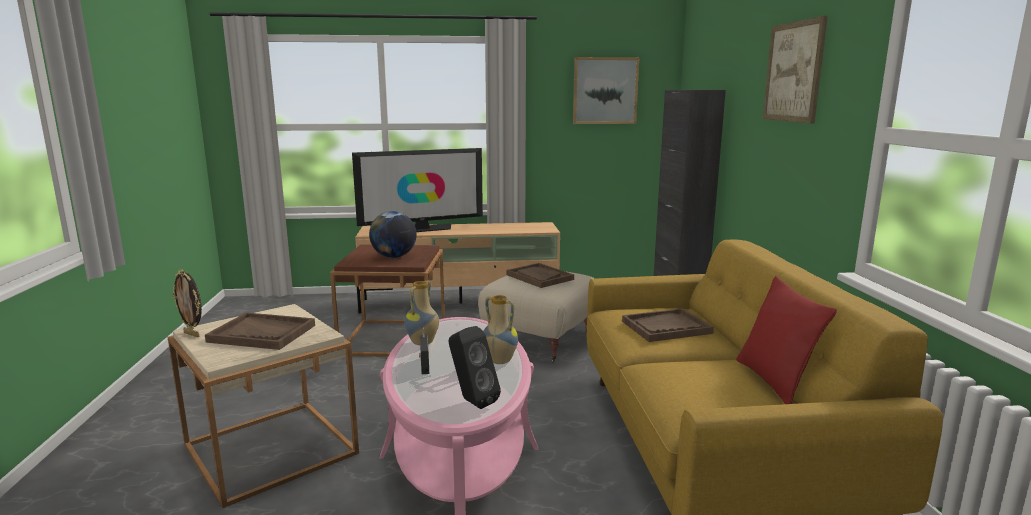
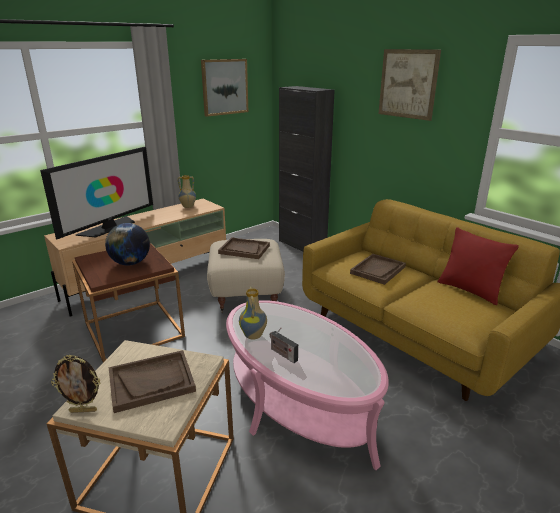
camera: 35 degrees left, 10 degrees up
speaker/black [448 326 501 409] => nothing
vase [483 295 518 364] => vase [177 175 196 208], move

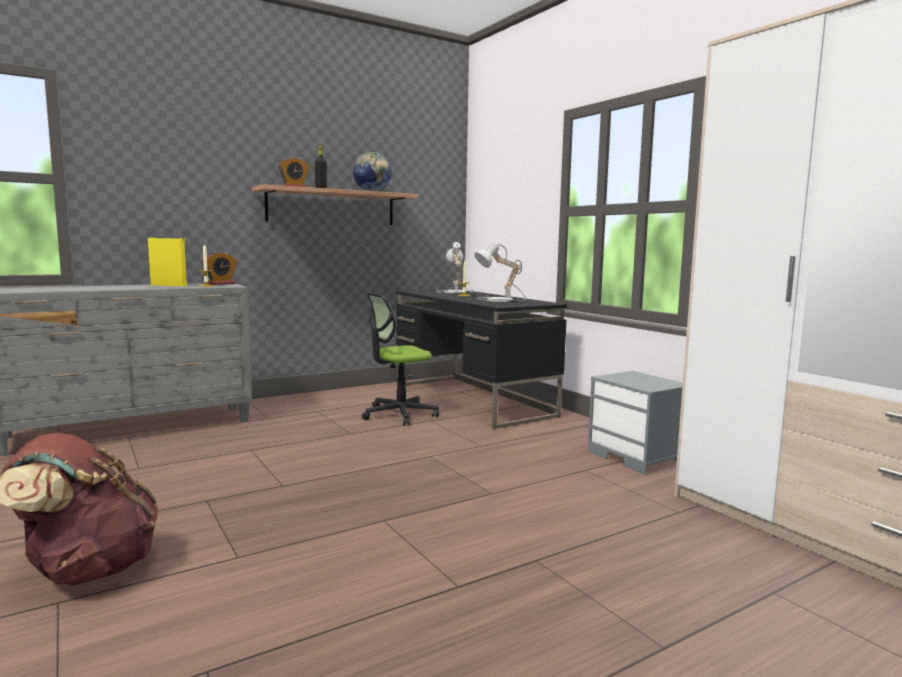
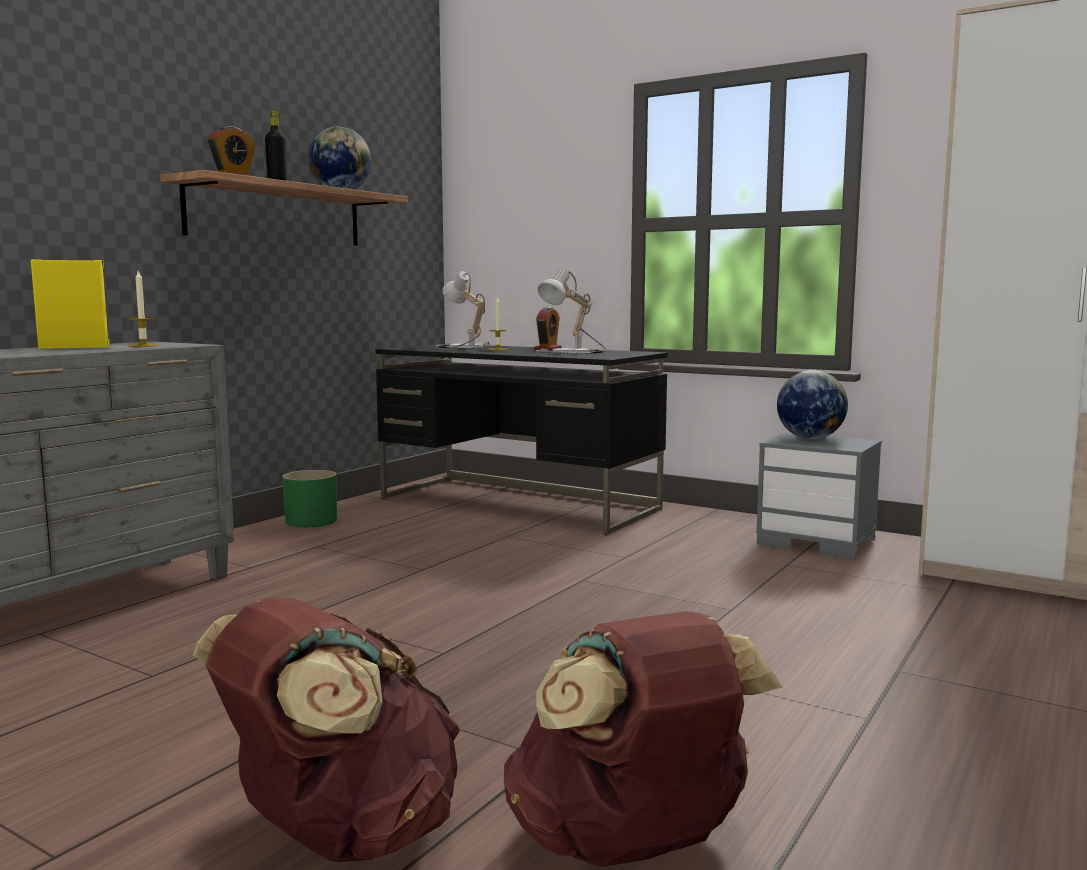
camera: 25 degrees left, 0 degrees up
office chair [362 293 439 426] => nothing
nothing => planter/green [282 470 337 527]
nothing => backpack/brown [504 611 783 867]
nothing => globe [777 370 848 439]
alarm clock [203 252 237 285] => alarm clock [534 307 562 350], move

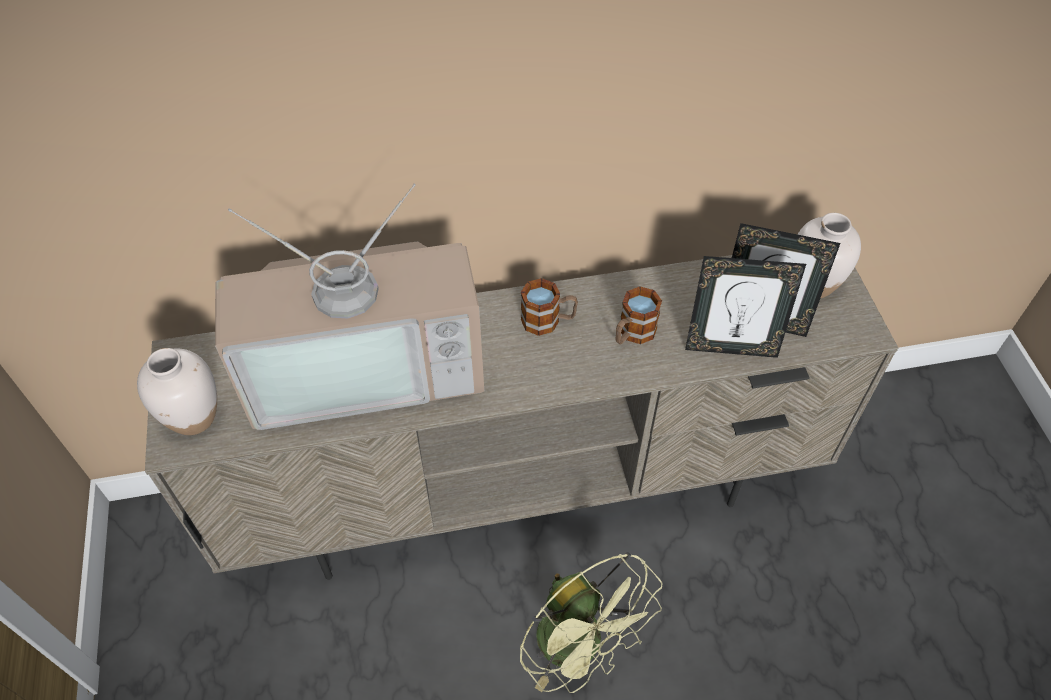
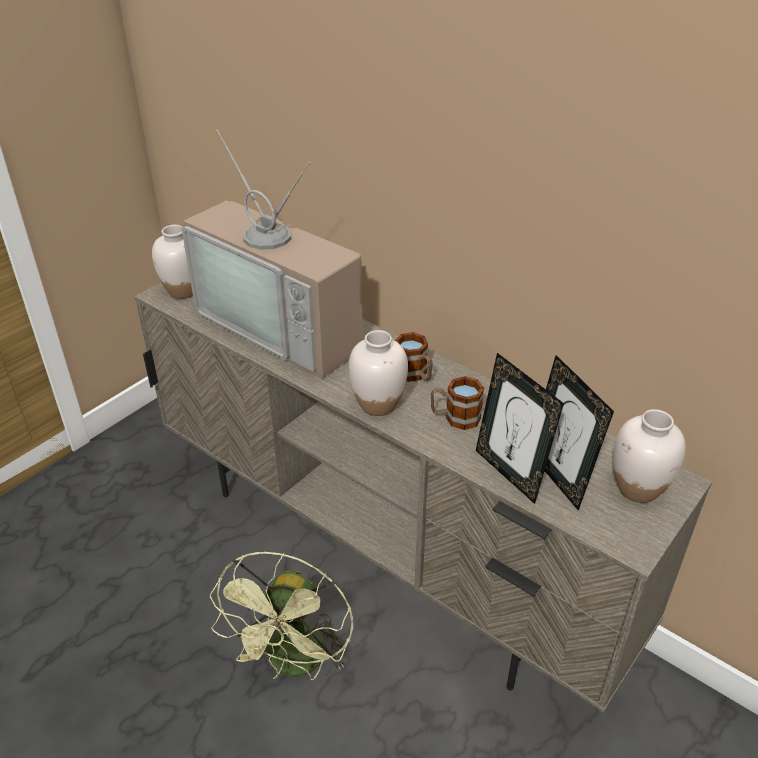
camera: 50 degrees right, 15 degrees down
nothing => vase/white [349 330 408 416]

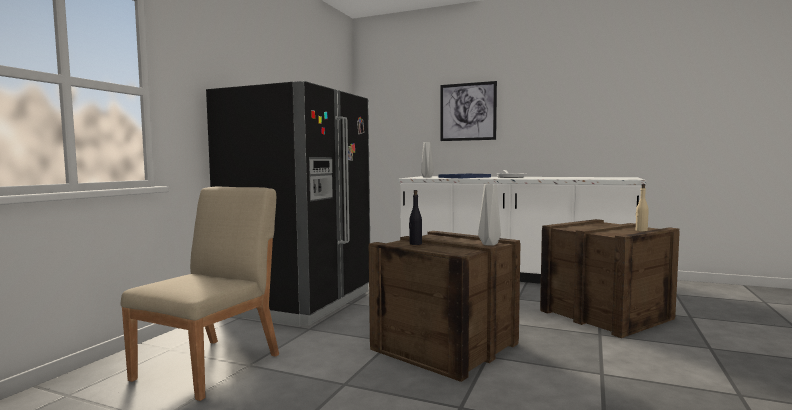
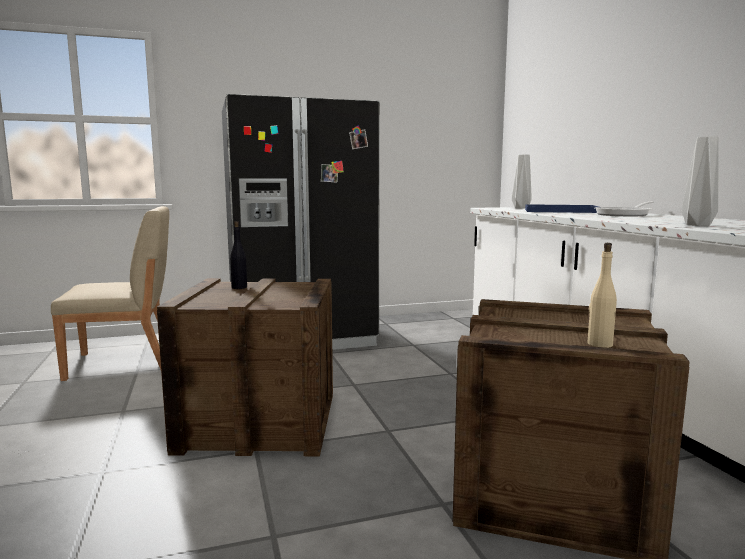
camera: 50 degrees right, 5 degrees up
picture [440 81 497 141] => nothing
vase/grey [478 184 501 246] => vase/grey [681 136 718 226], move

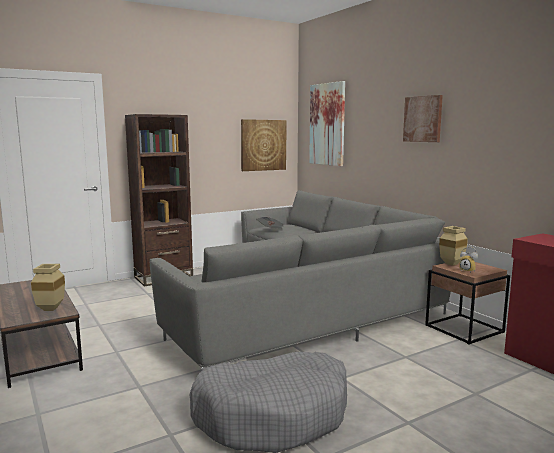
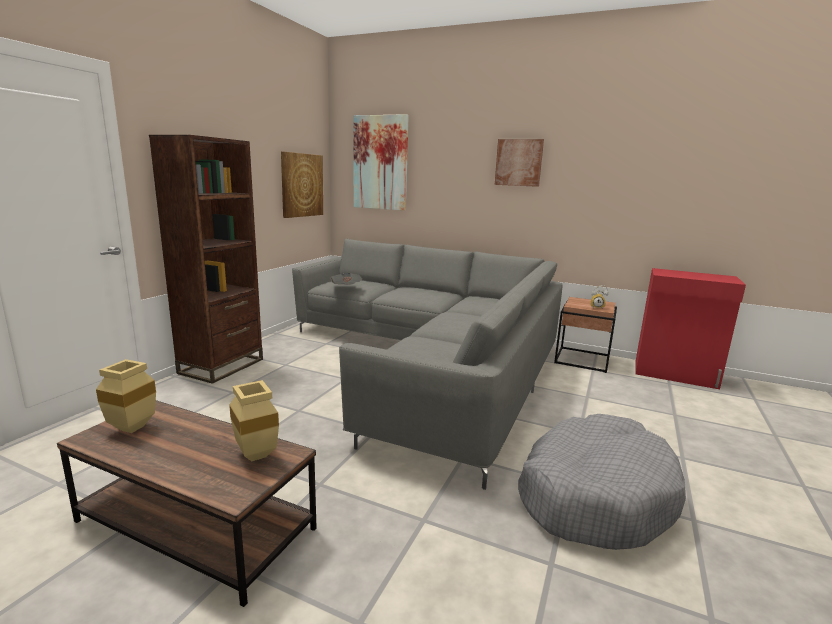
camera: 35 degrees left, 5 degrees up
vase/beige [439 226 468 266] => vase/beige [96 359 156 433], move

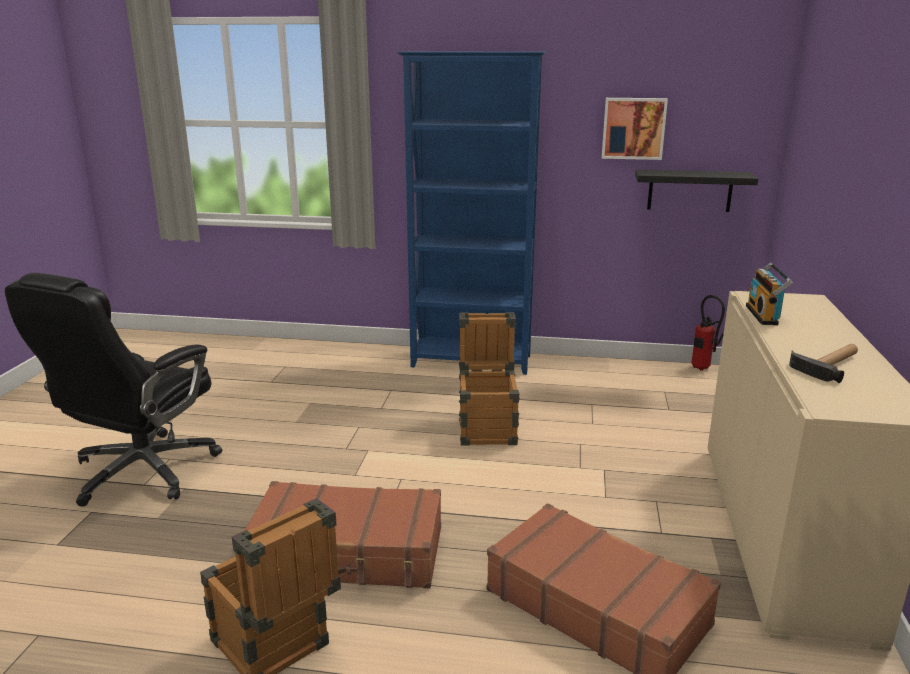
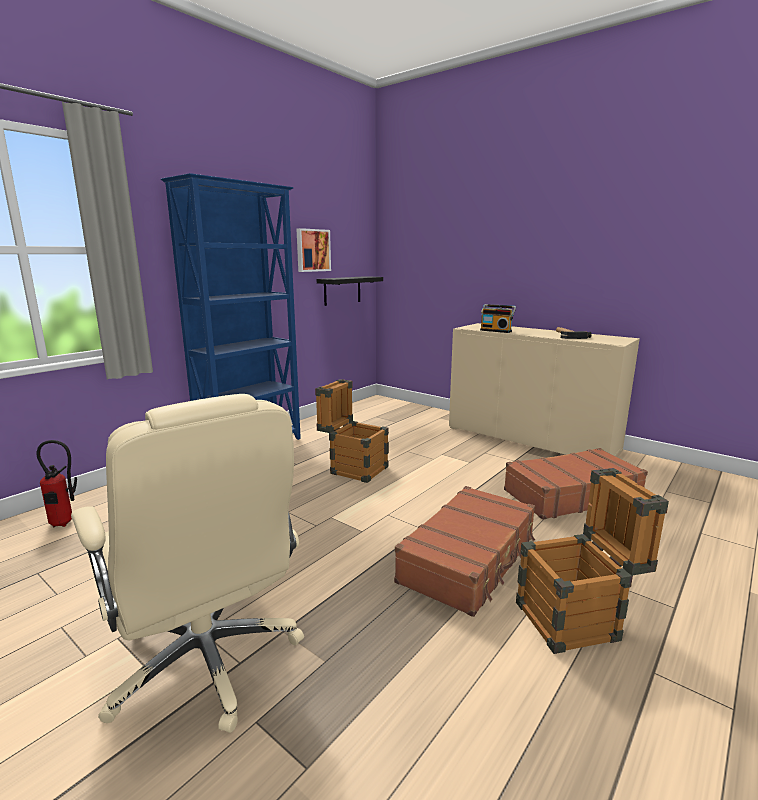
camera: 60 degrees left, 5 degrees down
fire extinguisher [691 295 725 371] => fire extinguisher [37 440 77 527], move
office chair/black [5 273 222 506] => office chair/beige [71 394 304 733]

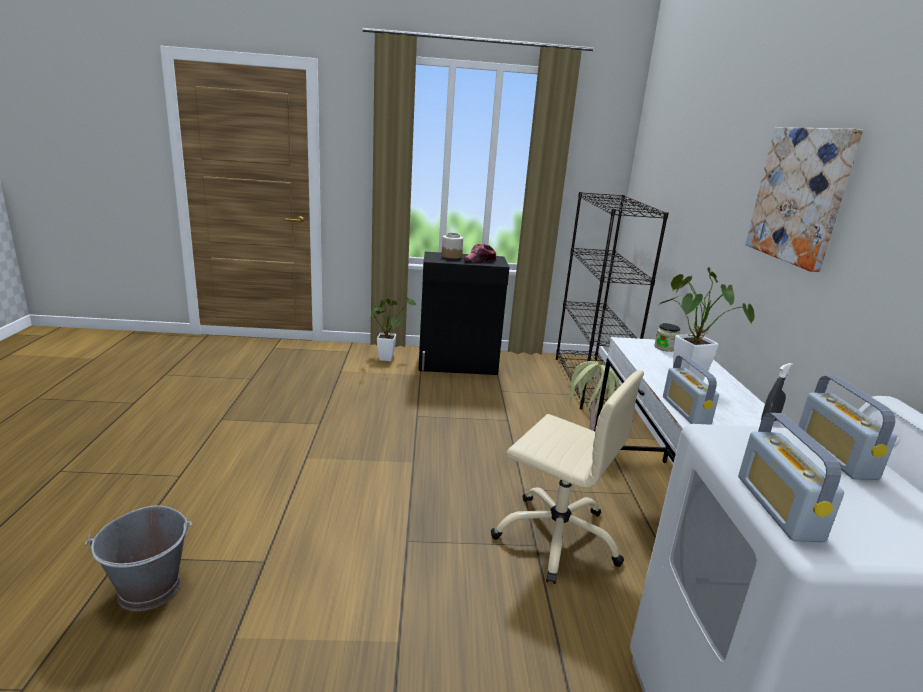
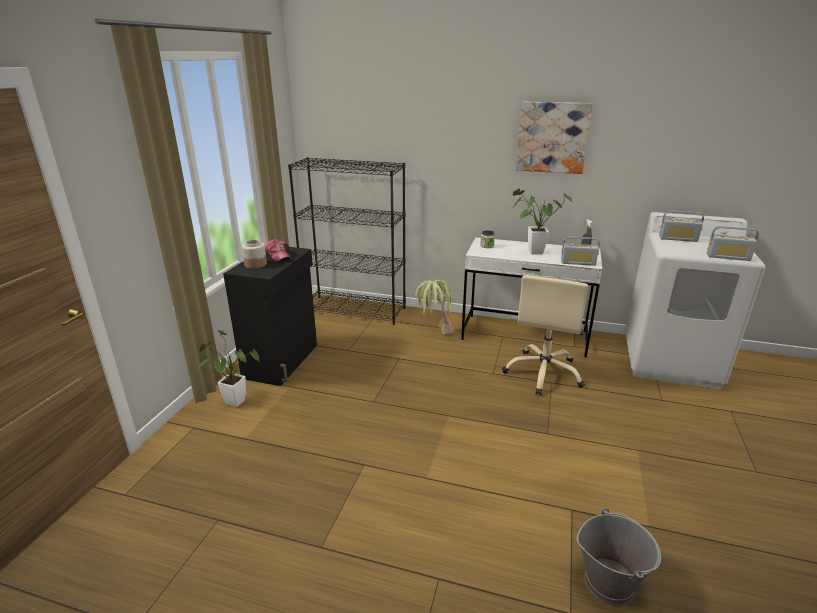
camera: 70 degrees left, 5 degrees up
office chair/beige [491 370 644 584] => office chair/beige [502 275 588 395], 150 degrees clockwise

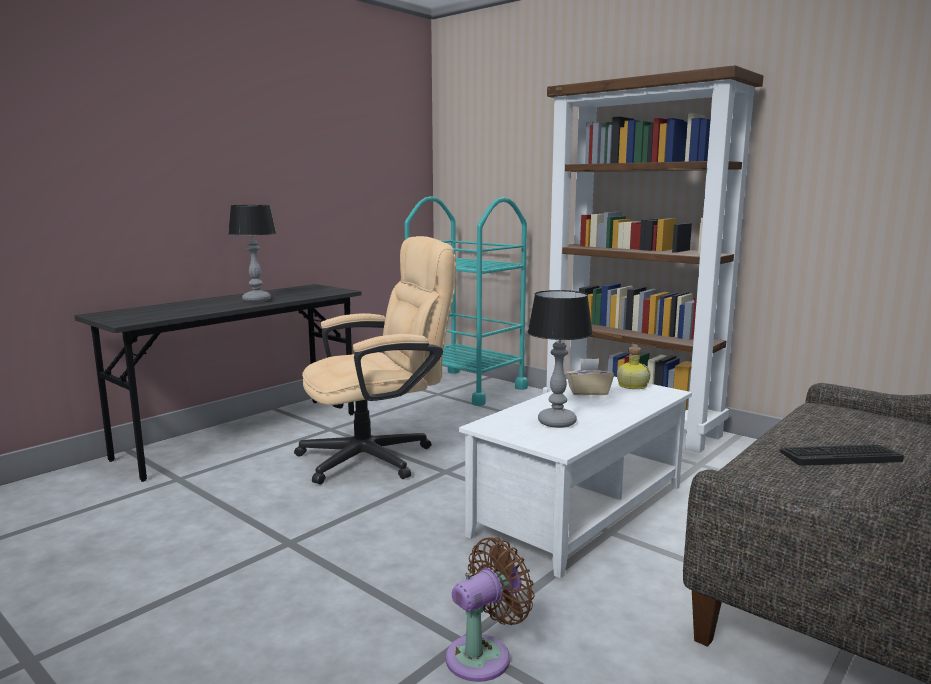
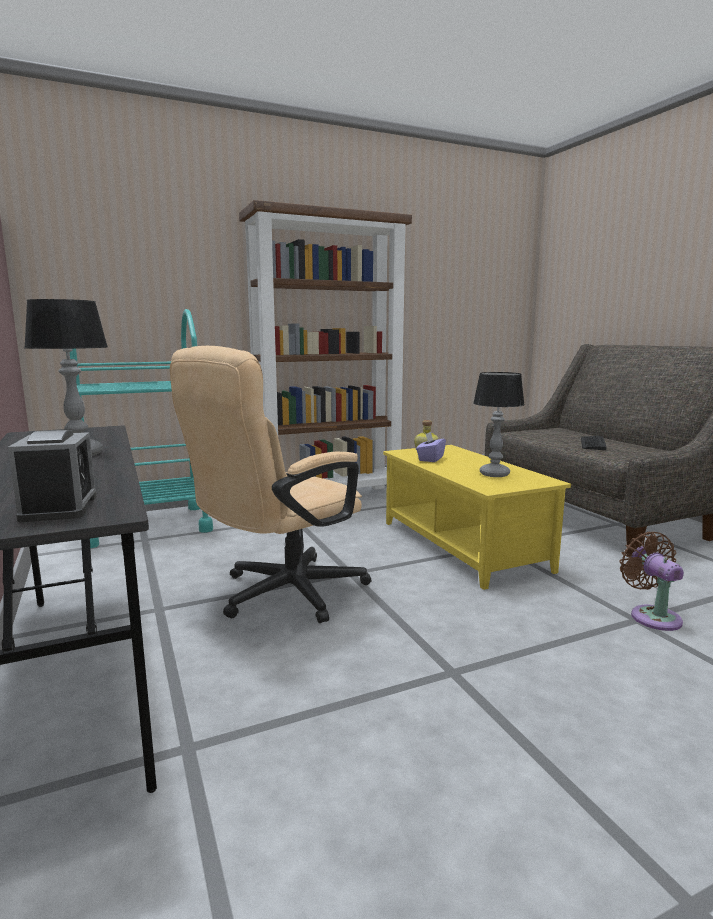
camera: 65 degrees left, 0 degrees up
nothing => alarm clock [8 430 97 522]
coffee table/white [459 377 692 579] => coffee table/yellow [383 445 571 590]
tissue box/beige [566 358 614 395] => tissue box/purple [416 432 446 462]
office chair/beige [294 236 456 484] => office chair/beige [170 346 372 623], 135 degrees counterclockwise

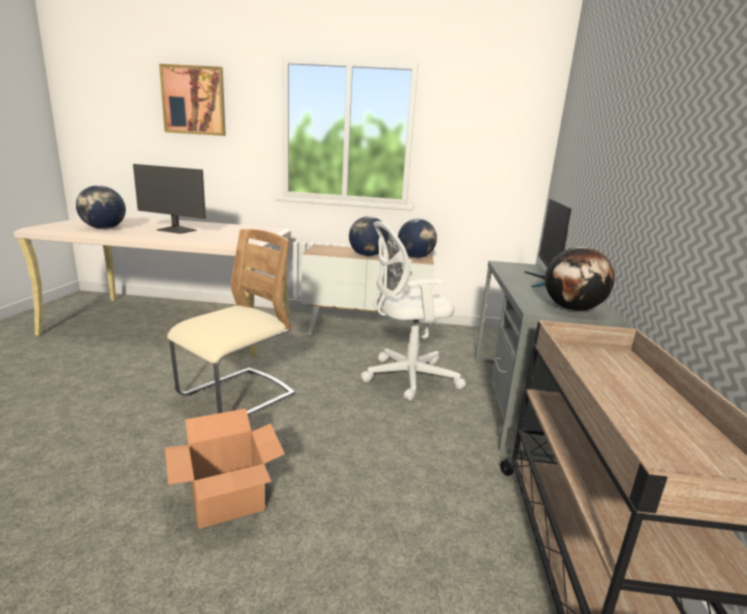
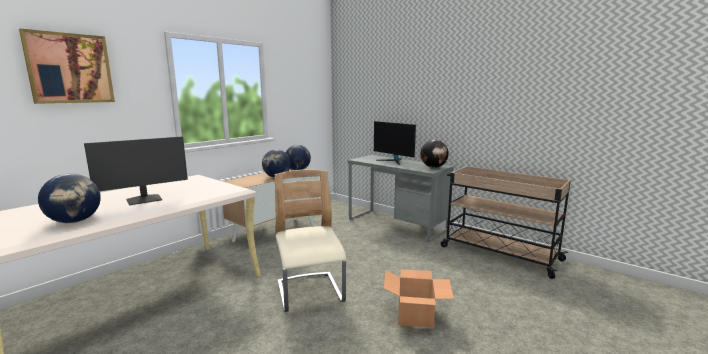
camera: 55 degrees left, 5 degrees down
office chair/white [361 221 466 401] => nothing

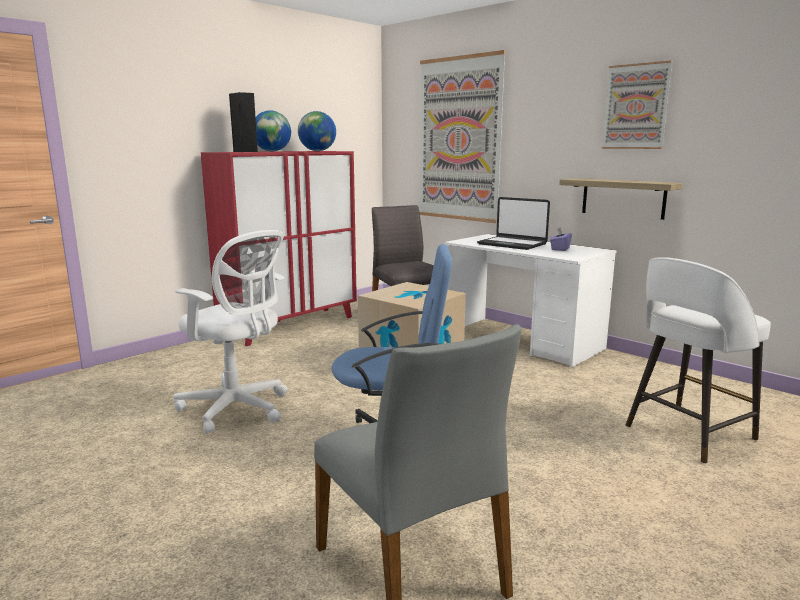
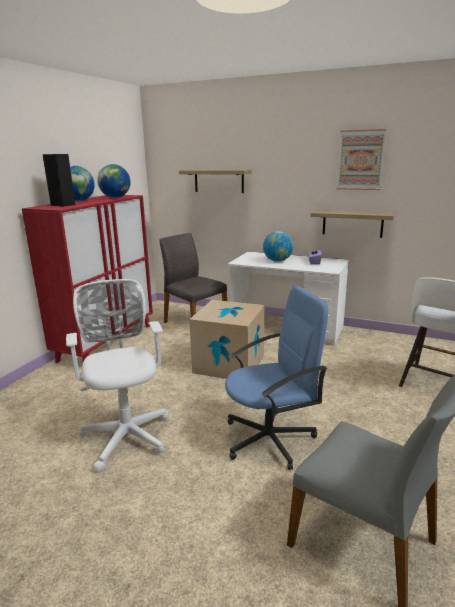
camera: 20 degrees left, 5 degrees up
picture [419 50 506 223] => shelf [179 169 252 193]
laptop [477 197 550 250] => globe [263 231 293 262]
office chair/white [173 230 287 435] => office chair/white [66 279 168 473], 120 degrees counterclockwise

